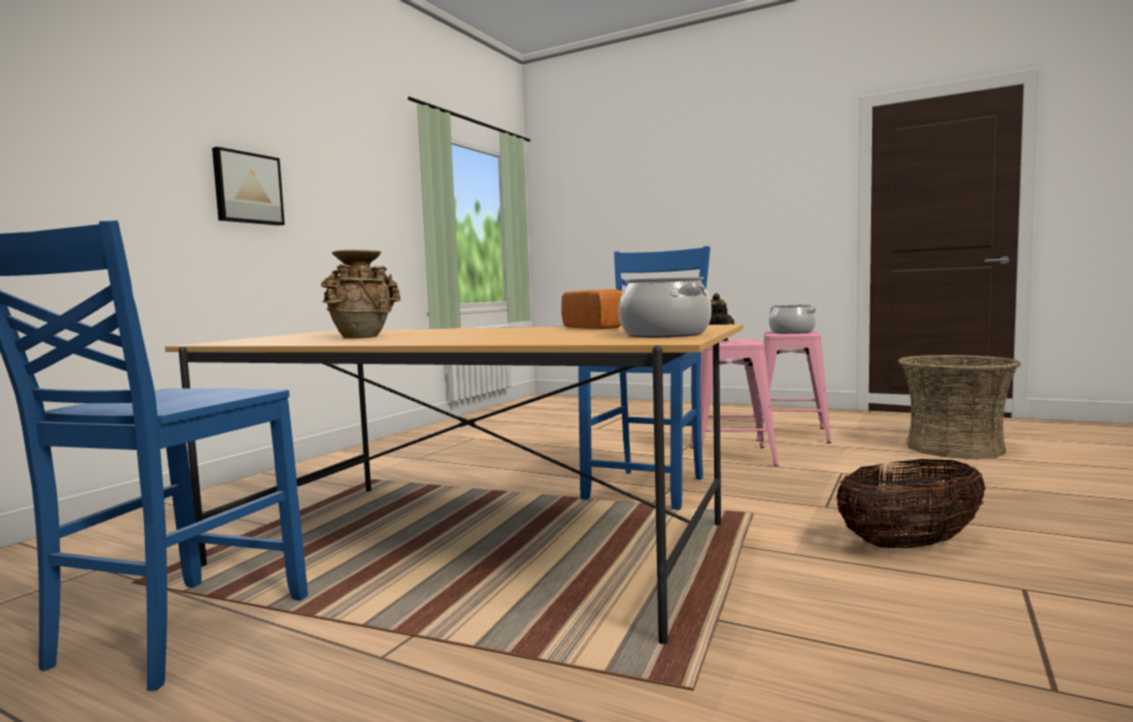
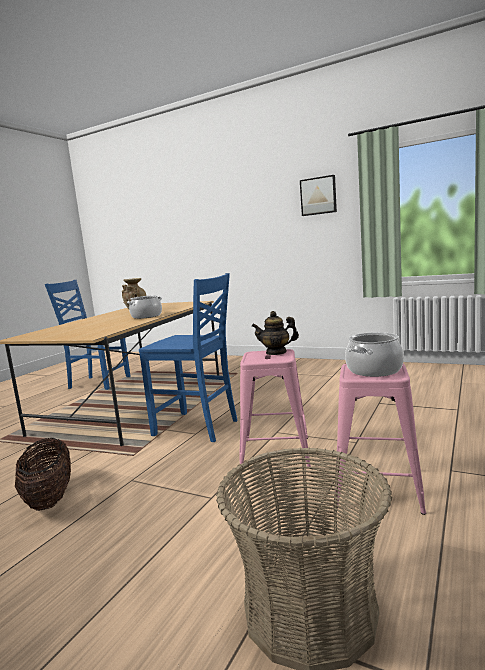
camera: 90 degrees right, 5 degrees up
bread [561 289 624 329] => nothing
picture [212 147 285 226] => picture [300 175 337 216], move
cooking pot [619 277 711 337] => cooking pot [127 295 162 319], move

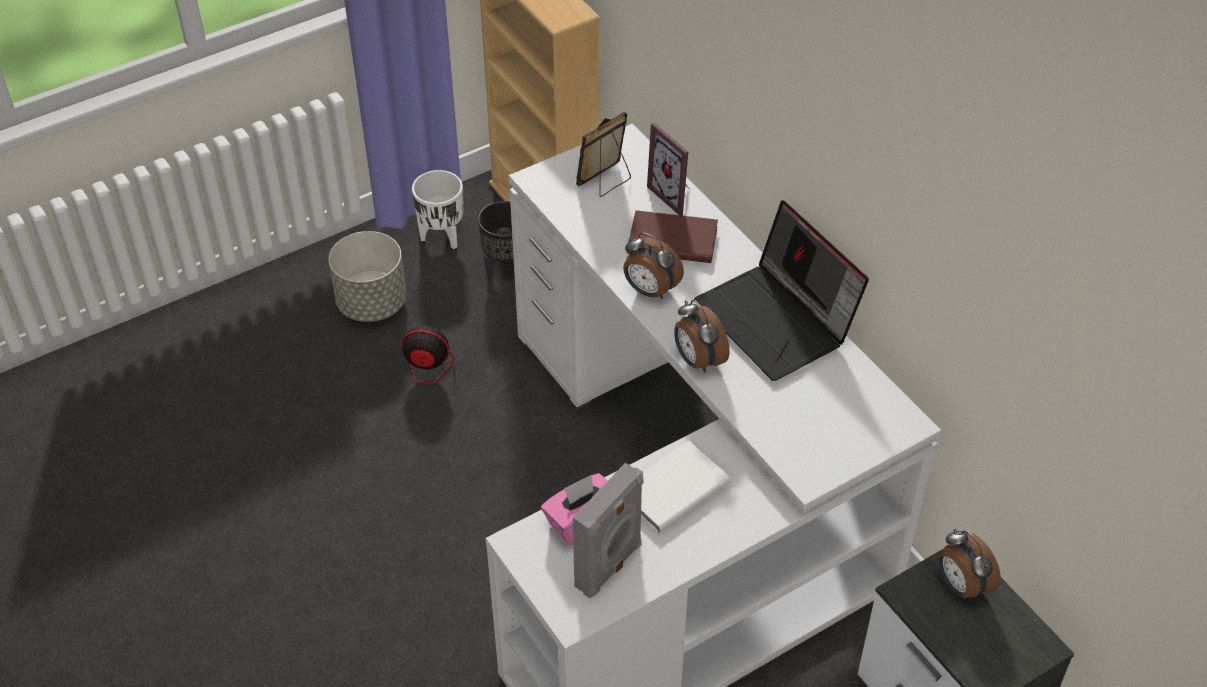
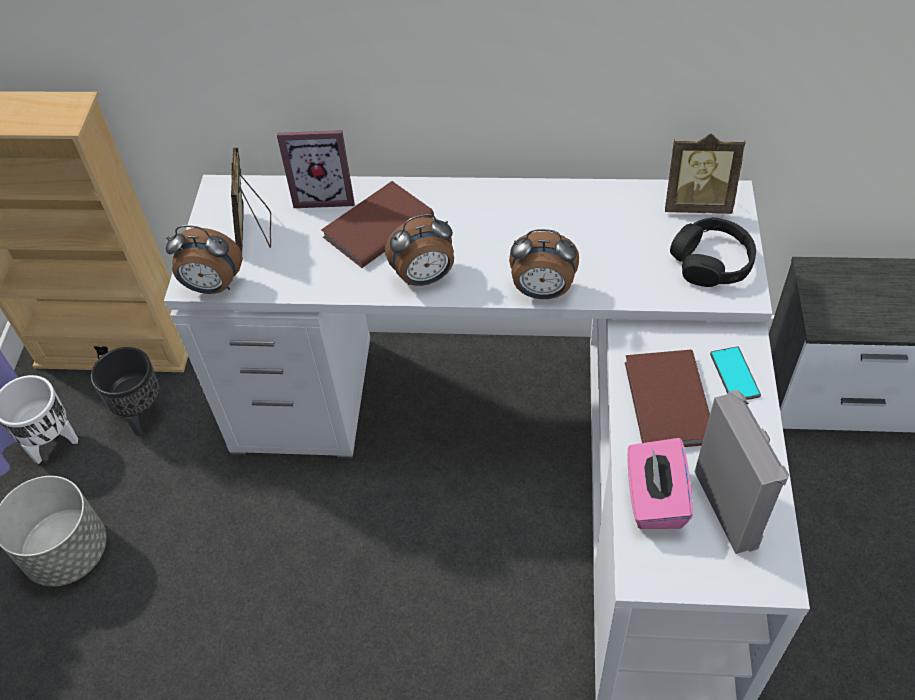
camera: 50 degrees left, 5 degrees up
fan [349 326 454 454] => nothing
laptop [694 200 869 381] => nothing
nothing => picture frame [665 134 746 214]
nothing => headphones/black [670 217 756 287]
nothing => phone [710 346 761 400]
alarm clock [939 529 1001 600] => alarm clock [166 225 243 294], move
book/white [641 441 731 533] => book/brown [625 350 710 447]

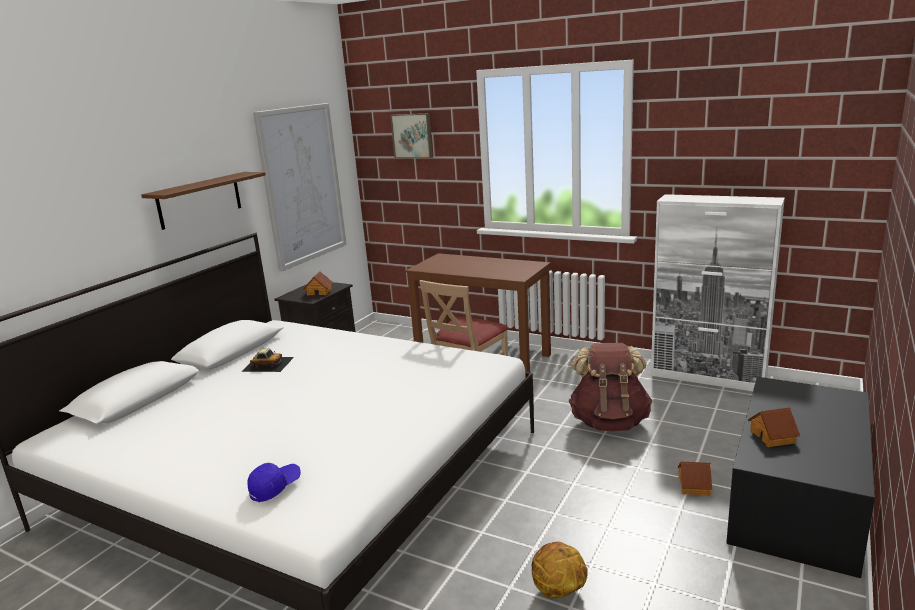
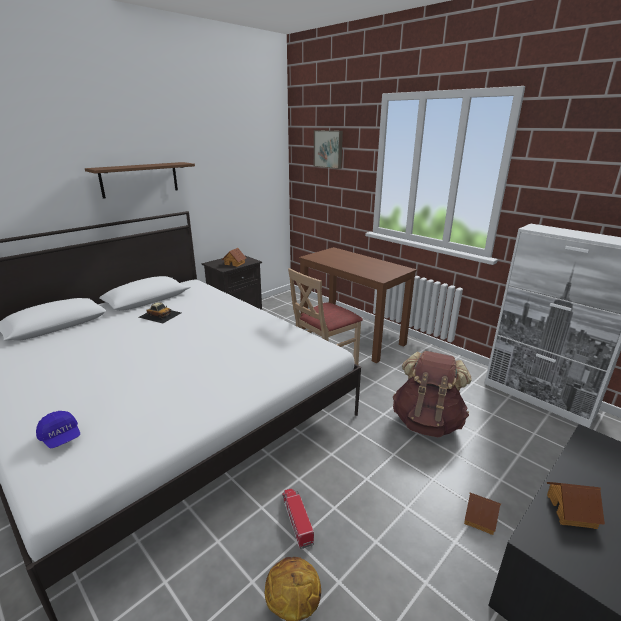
camera: 15 degrees right, 5 degrees up
picture [253 103 347 271] => nothing
nothing => toy truck [282 489 314 549]
cap/blue [247 463 301 502] => cap/blue [36 411 80 448], 75 degrees clockwise

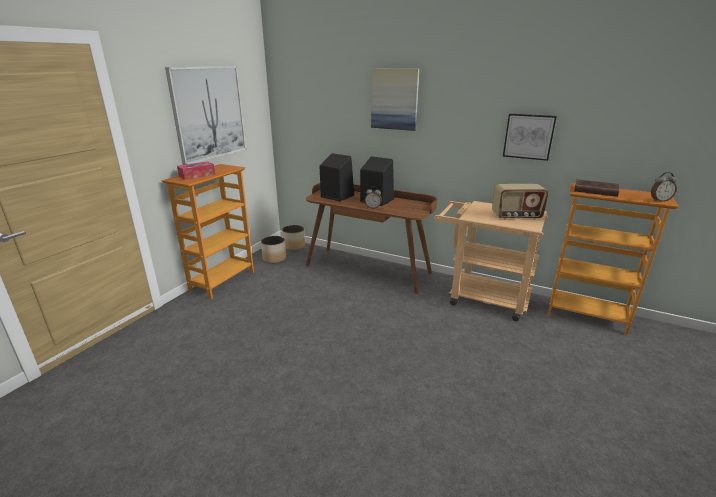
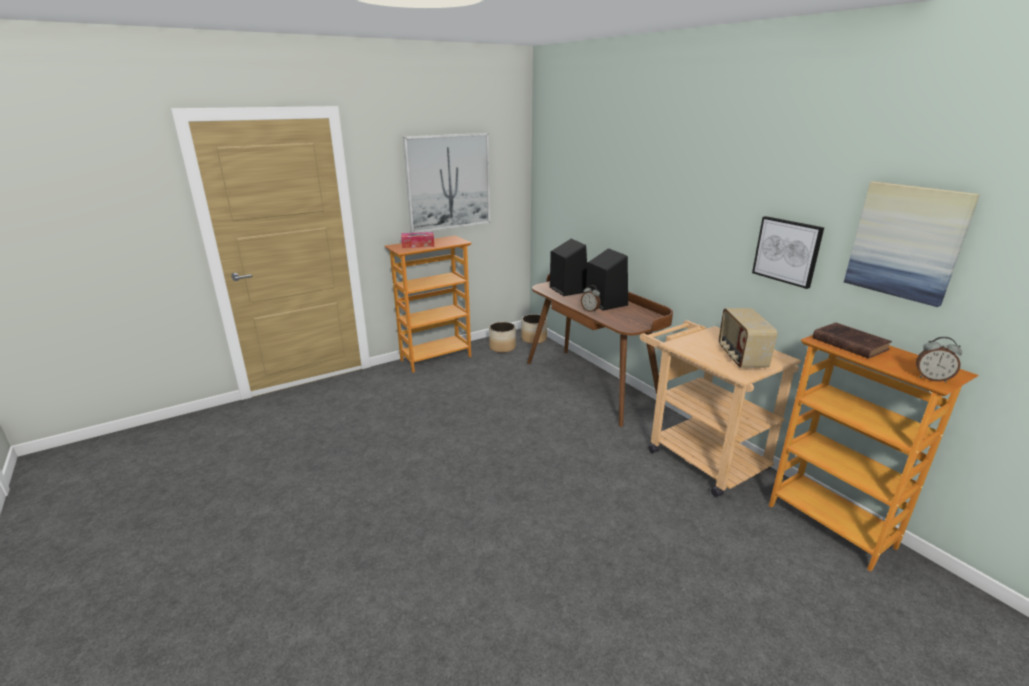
camera: 30 degrees right, 0 degrees up
picture [371 68 420 131] => picture [844 181 980 307], move
radio [492 184 549 220] => radio [719 308 777 368], 60 degrees clockwise

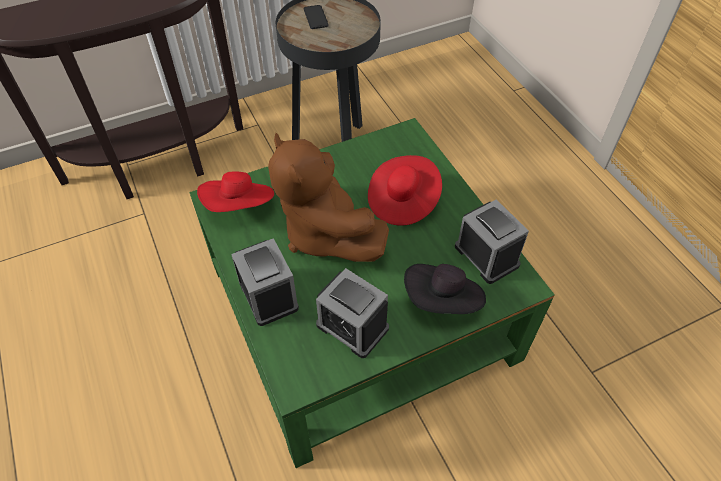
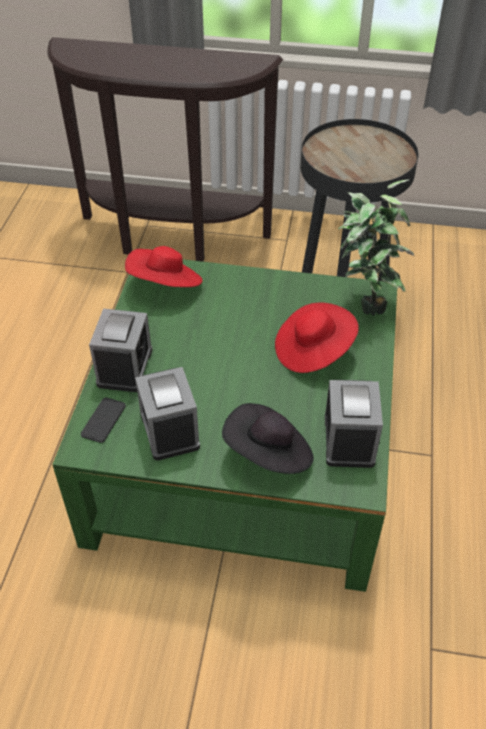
camera: 35 degrees right, 5 degrees down
plush toy/brown [268 133 389 262] => nothing
nothing => potted plant [338 179 414 315]
phone [304 5 329 29] => phone [81 397 126 443], move

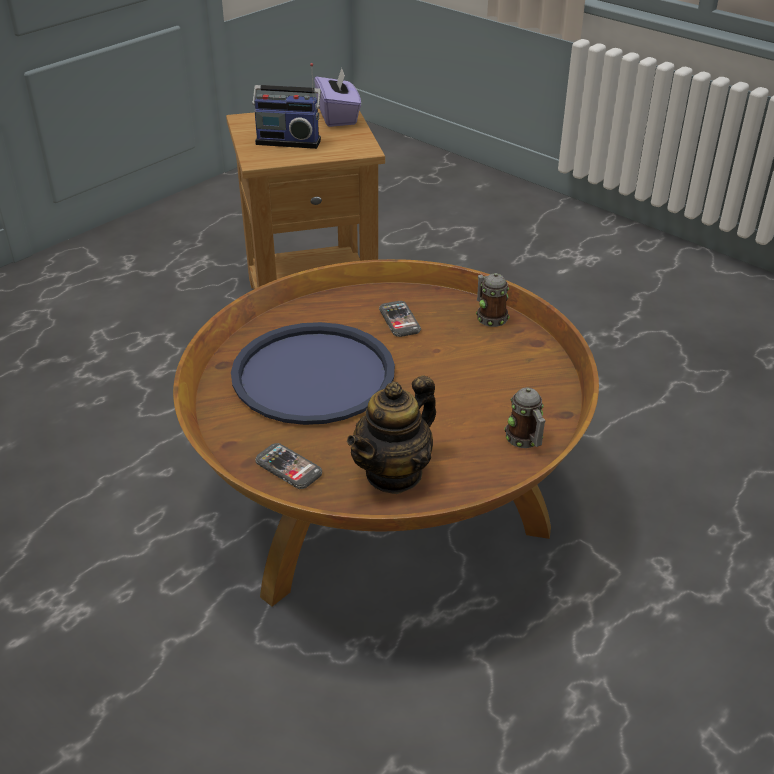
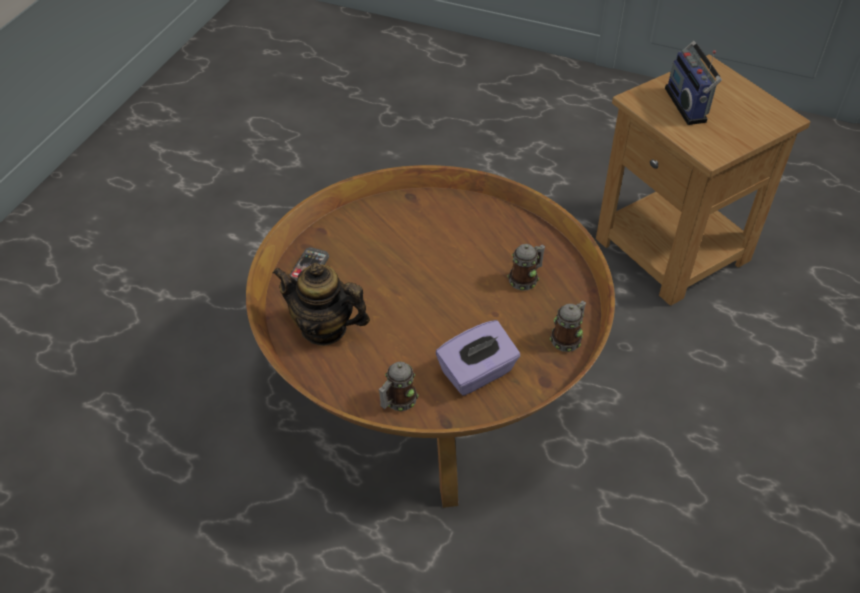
camera: 70 degrees right, 10 degrees up
tray/blue [231 322 395 425] => nothing
tissue box/purple [314 68 361 127] => tissue box/purple [436 320 520 396], move
phone [379 301 421 337] => mug [507 244 545 291]

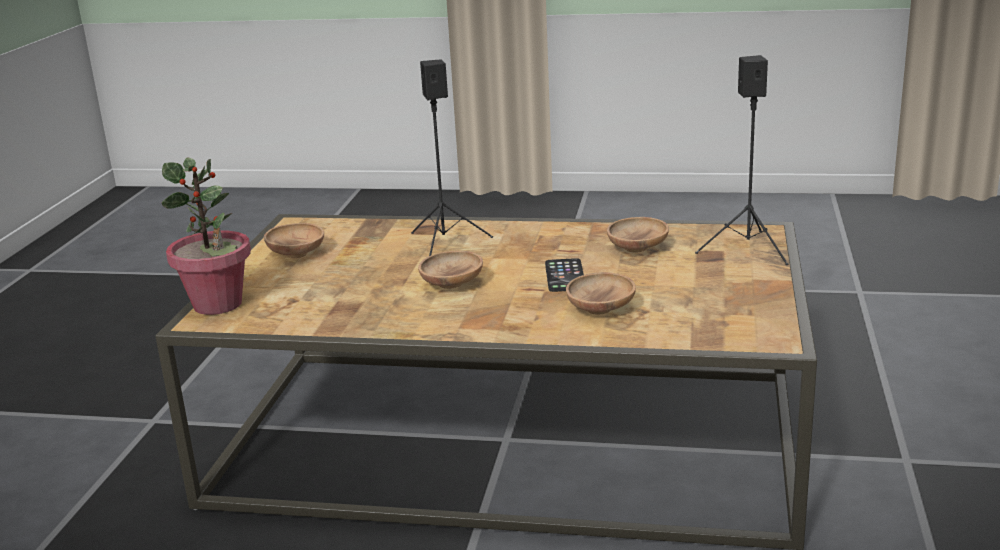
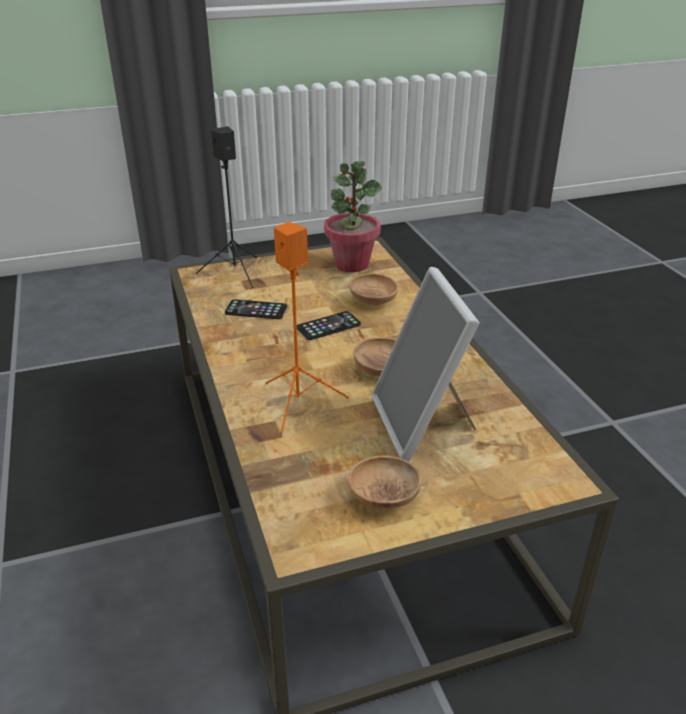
camera: 120 degrees left, 10 degrees up
nothing => picture frame [372 267 480 461]
potted plant [162 158 251 315] => potted plant [324 161 382 272], move
bowl/brown [607 217 669 253] => phone [225 299 287 319]
speaker/black [411 59 493 256] => speaker/orange [265 222 349 437]

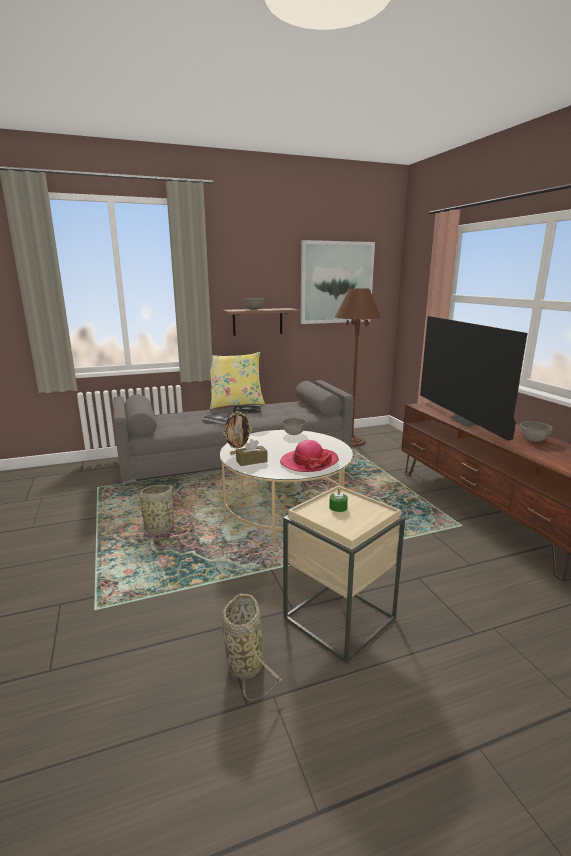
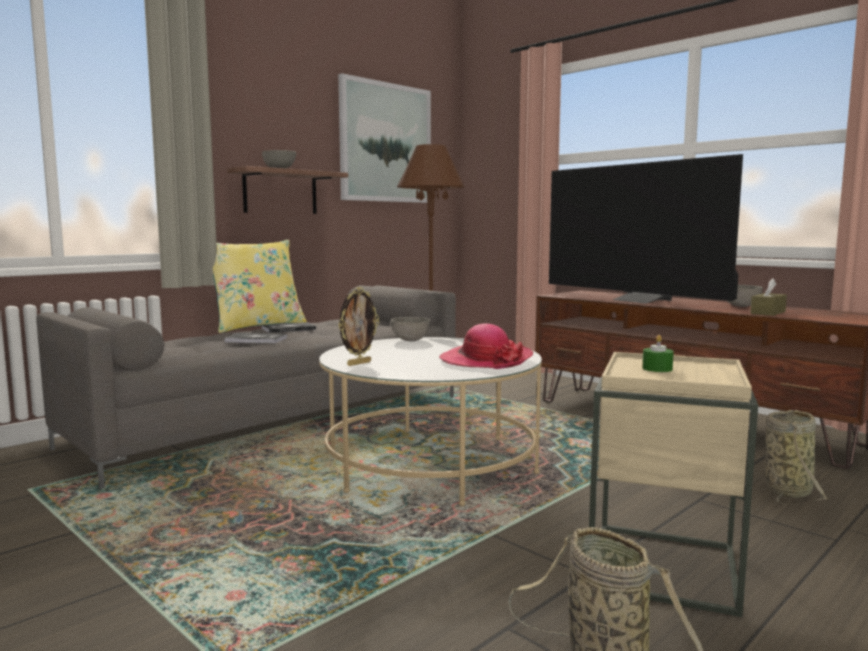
camera: 25 degrees left, 10 degrees down
basket [129 485 200 538] => basket [765 410 829 505], move
tissue box/brown [236 439 268 466] => tissue box/brown [750 278 787 316], move

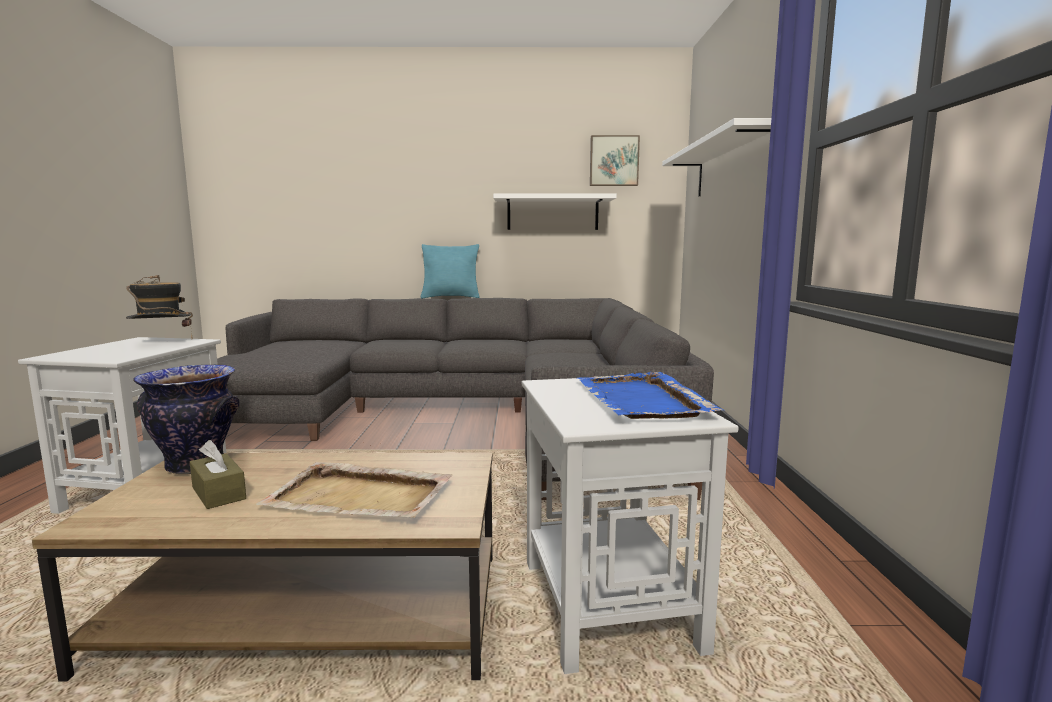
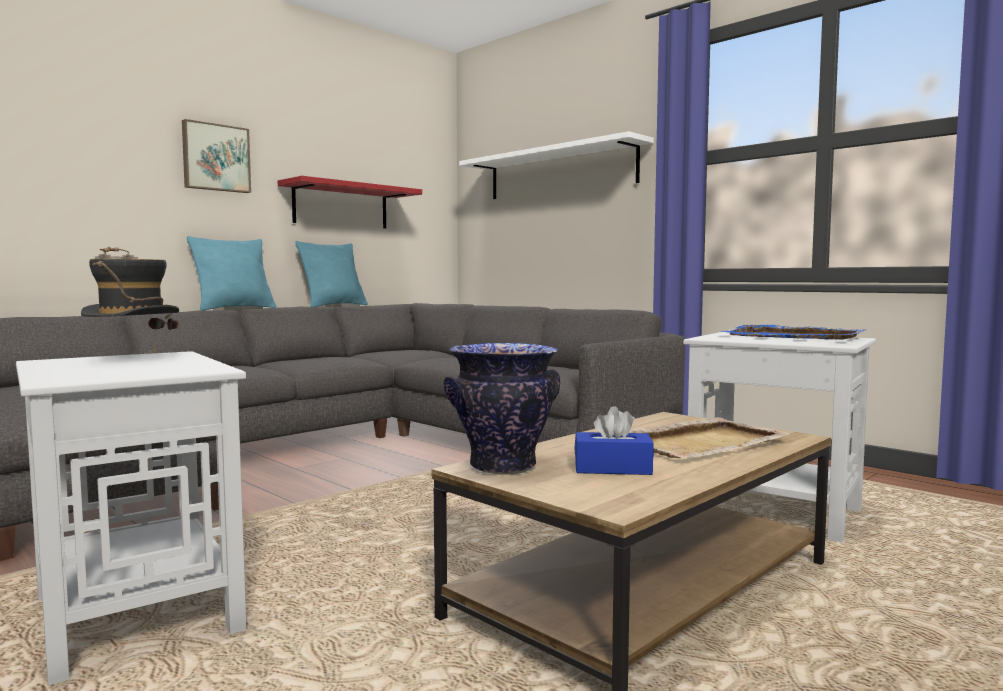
camera: 45 degrees left, 5 degrees down
nothing => pillow/turquoise [295 241 368 307]
picture [590 135 640 186] => picture [182 119 251 193], move
tissue box/brown [190 440 246 509] => tissue box/blue [574 406 654 475]
shelf/white [493 193 617 230] => shelf/red [278 176 422 229]

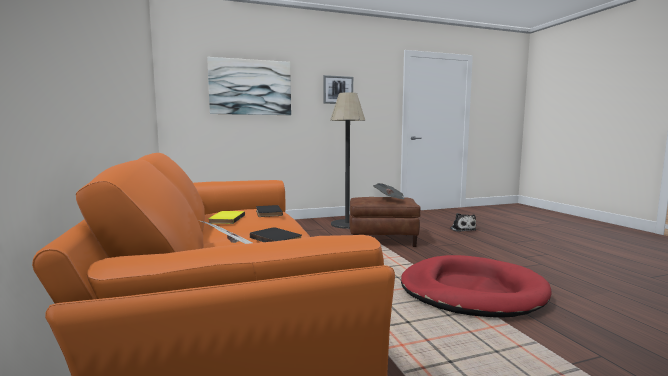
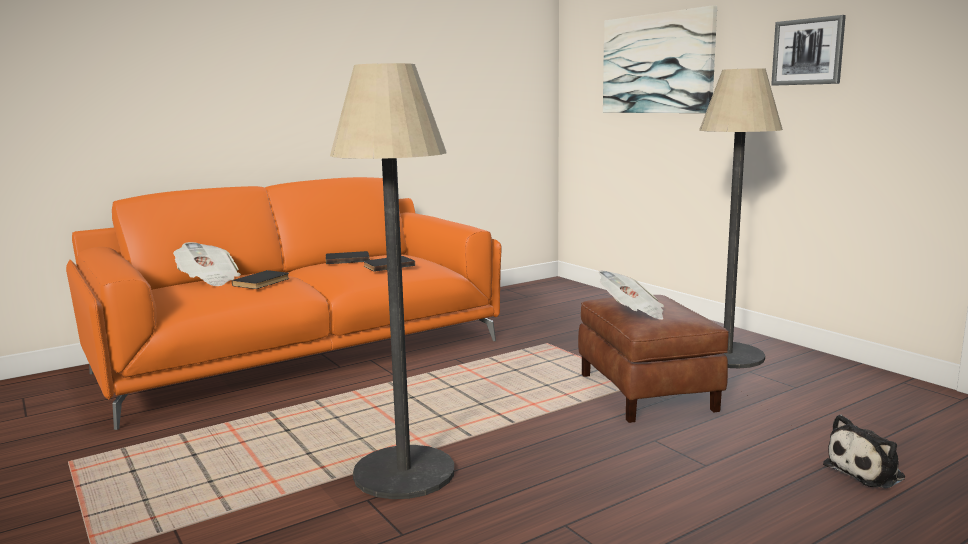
camera: 75 degrees right, 5 degrees up
dog bed/red [401 255 551 318] => floor lamp [330 63 454 499]
book/yellow [208 211 245 224] => book/black [326 251 370 264]

